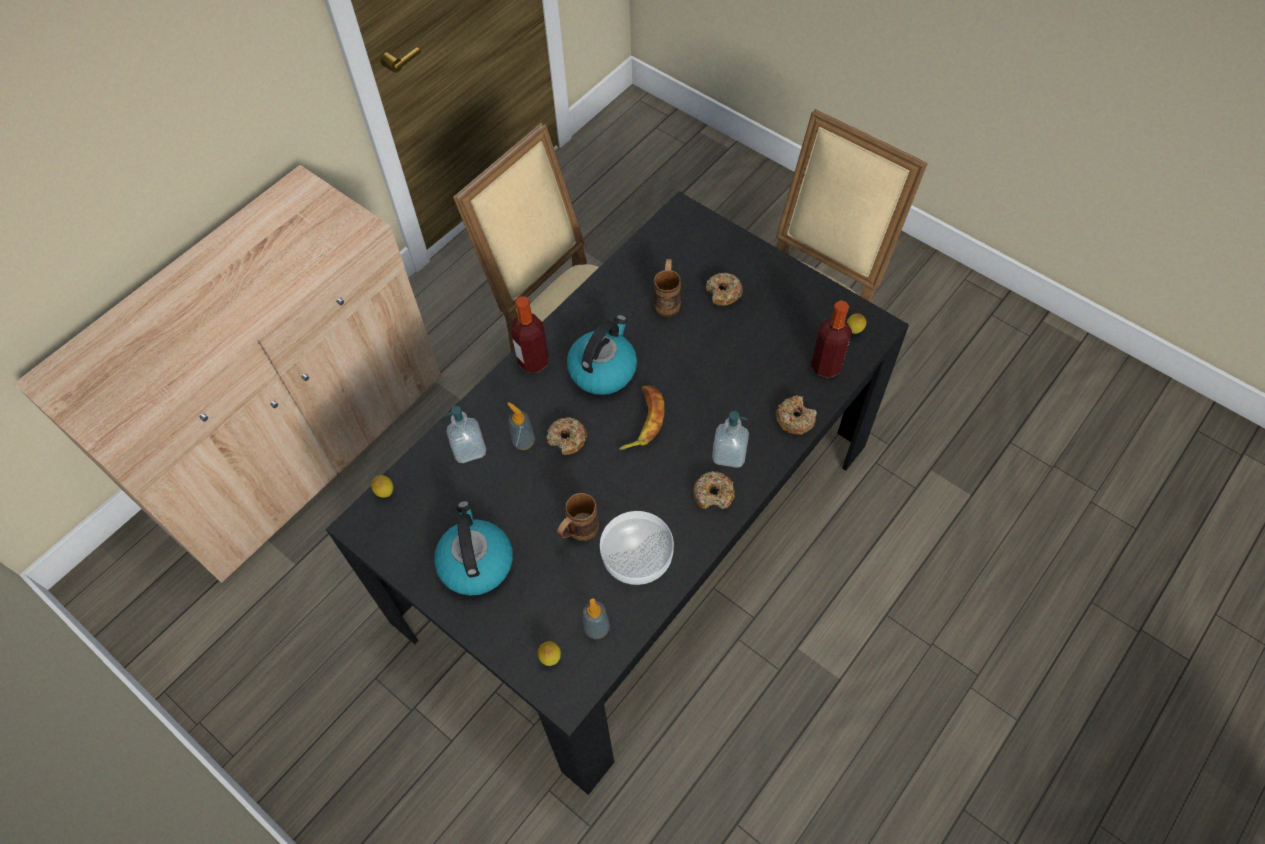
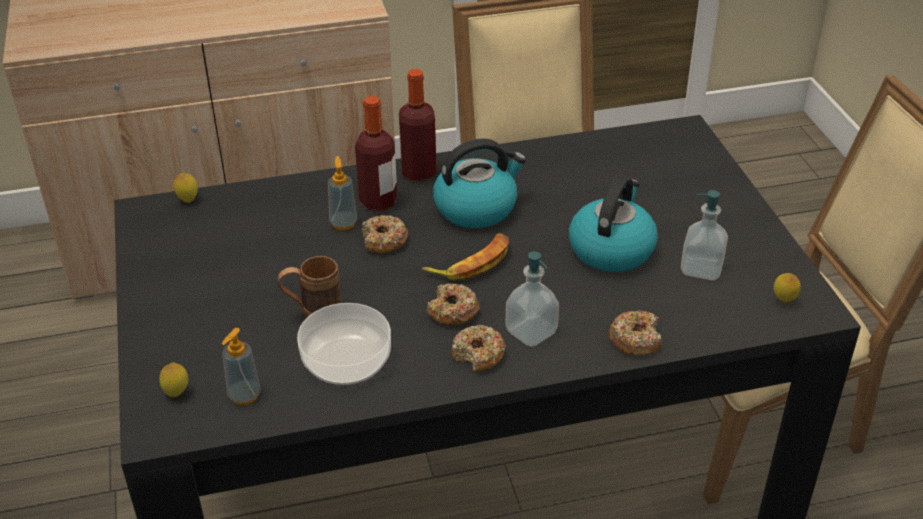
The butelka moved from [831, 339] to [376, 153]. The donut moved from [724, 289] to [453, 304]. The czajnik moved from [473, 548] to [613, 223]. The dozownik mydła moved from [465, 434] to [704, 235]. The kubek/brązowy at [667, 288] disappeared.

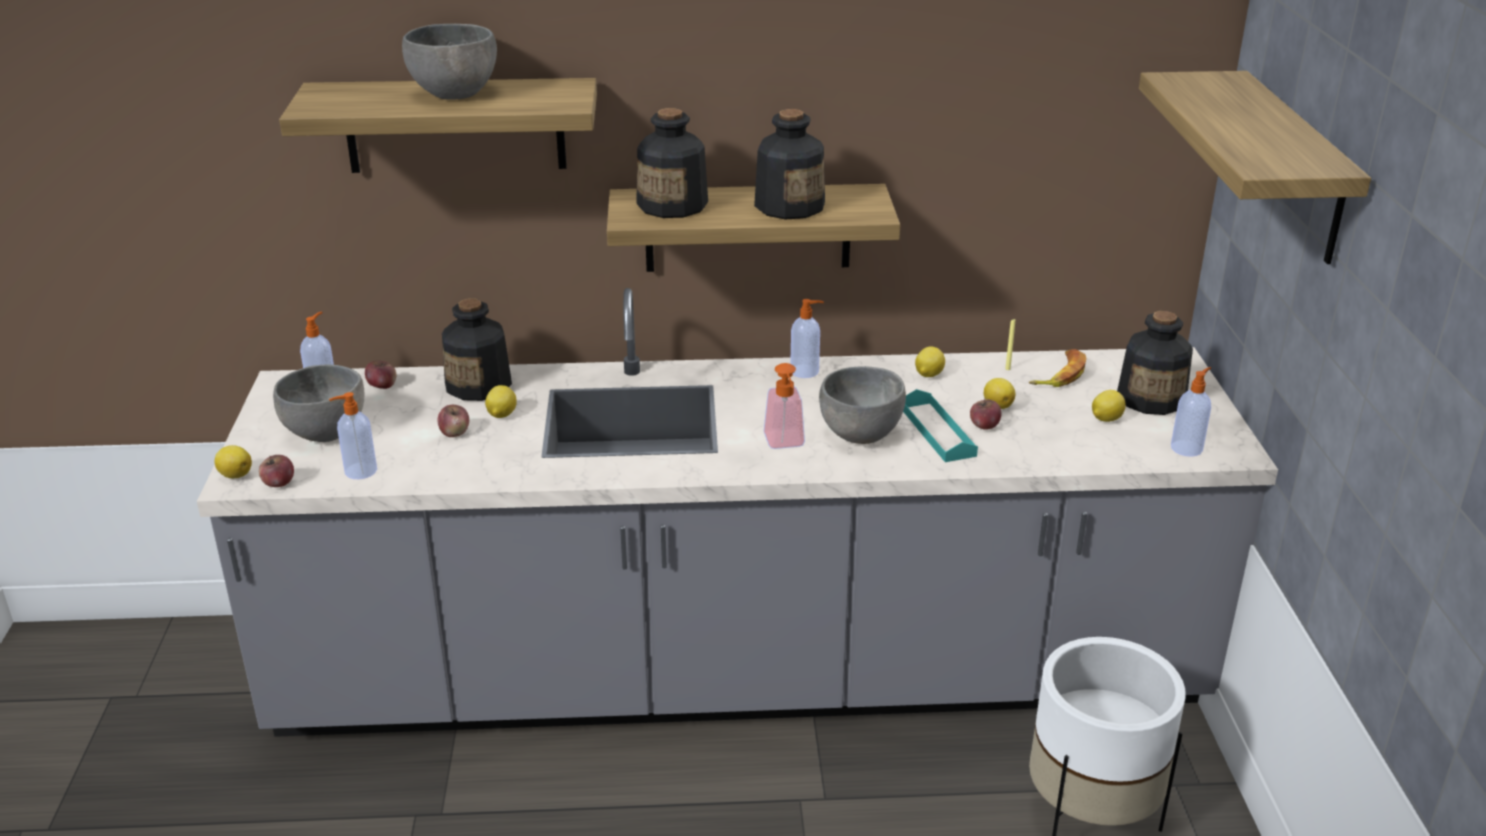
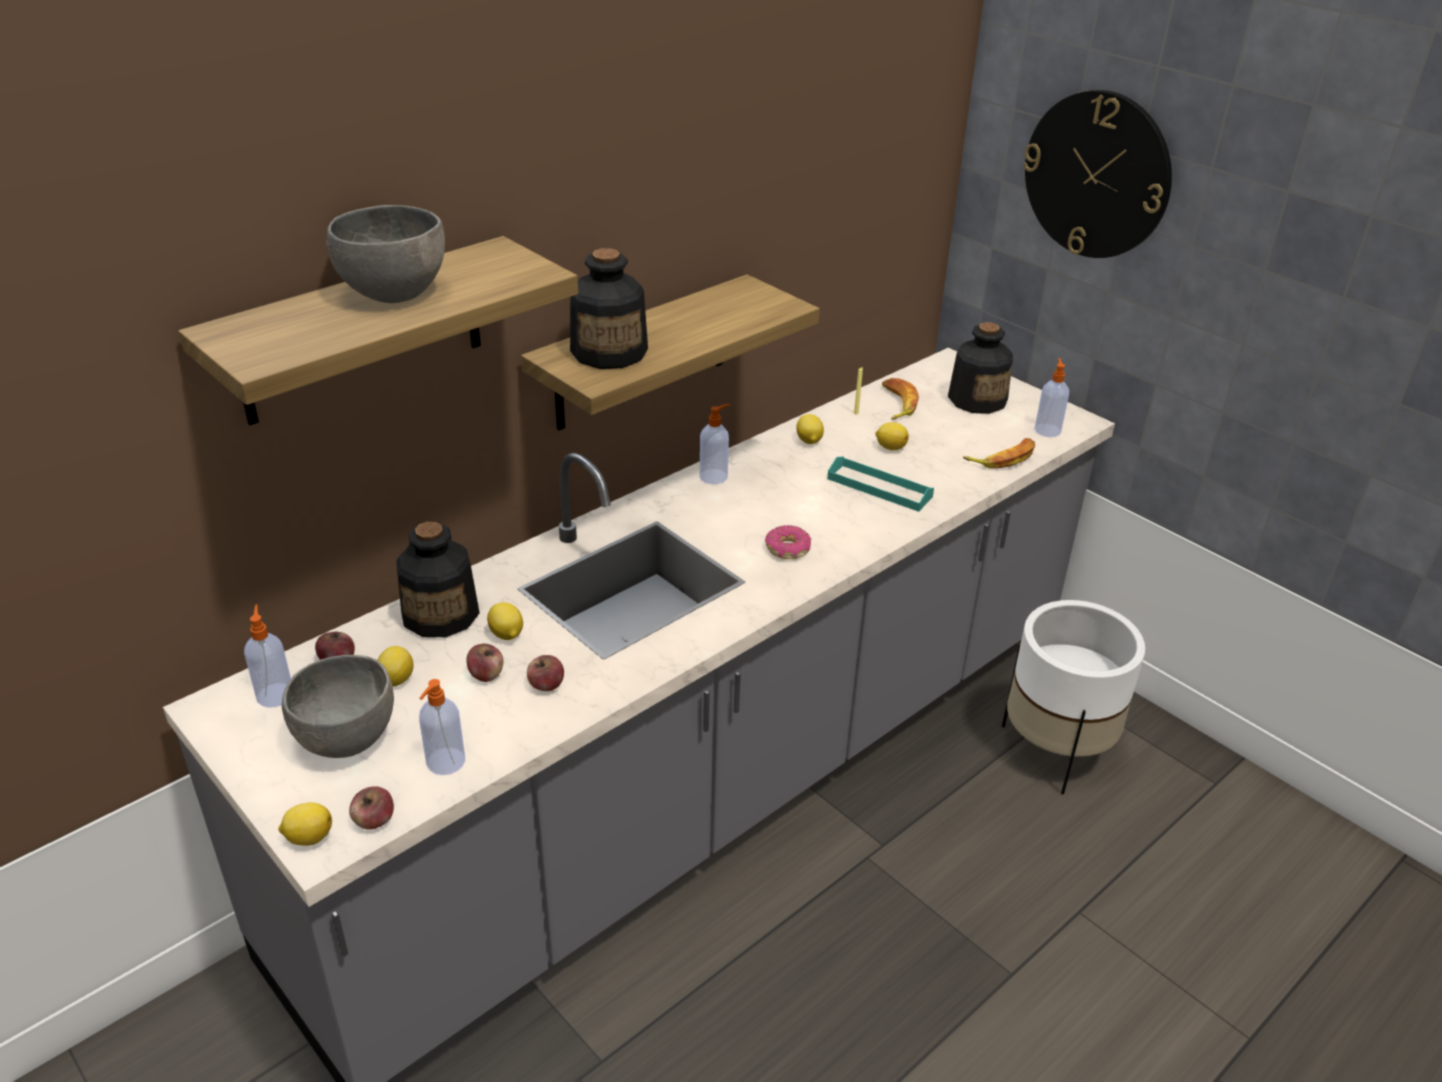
The cytryna moved from [1109, 406] to [395, 666]. The jabłko moved from [985, 414] to [545, 673]. The dozownik mydła at [784, 406] was replaced by the donut at [788, 542]. The banan at [999, 453] appeared. The półka at [1255, 167] was replaced by the zegar ścienny at [1097, 174]. The butelka at [789, 164] disappeared. The miska/szary at [862, 405] disappeared.

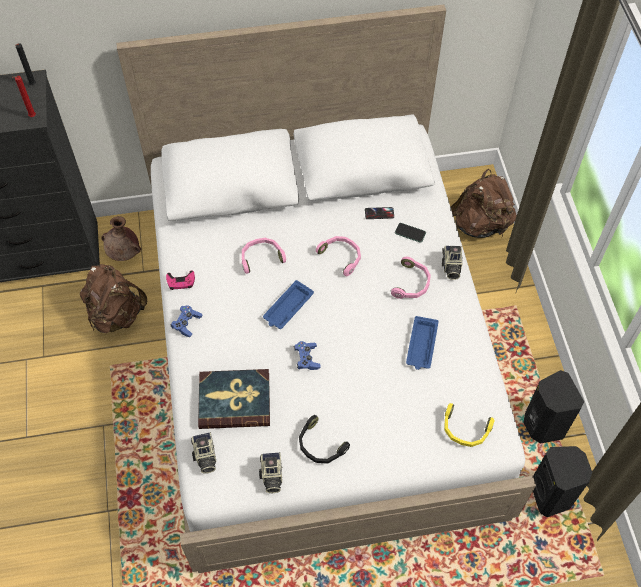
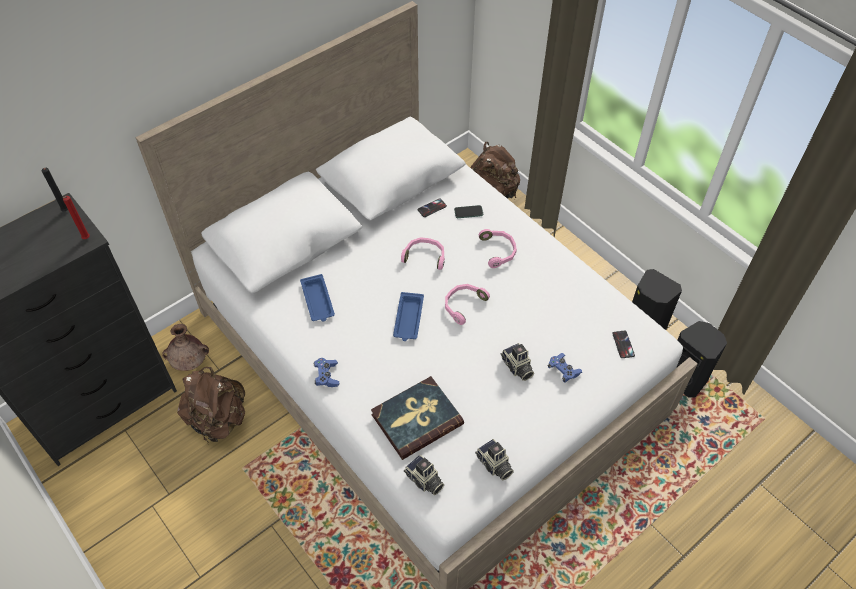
The taca/niebieski moved from [422, 343] to [317, 298]. The słuchawki/różowy moved from [264, 256] to [467, 304]. The aparat fotograficzny moved from [452, 263] to [517, 362]. The pad do gier/niebieski moved from [307, 355] to [565, 368]. The słuchawki/żółty at [470, 425] was replaced by the telefon at [623, 344]. The pad do gier/różowy at [180, 280] disappeared. The słuchawki/czarny at [324, 439] disappeared.

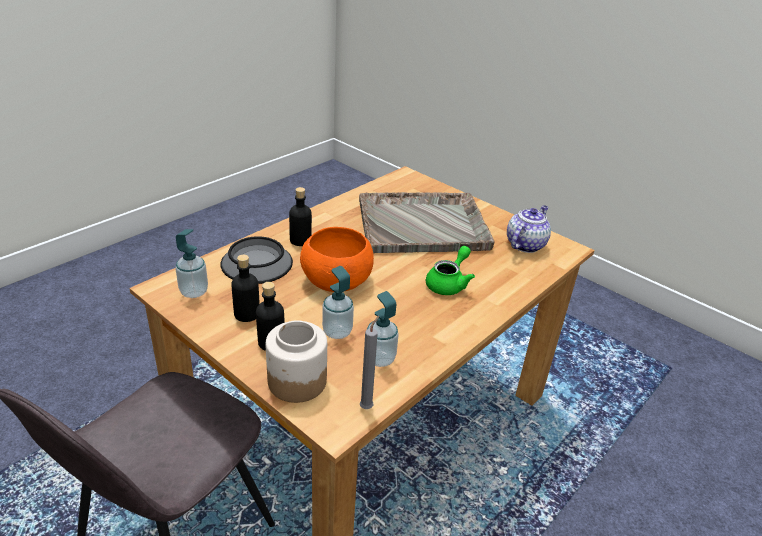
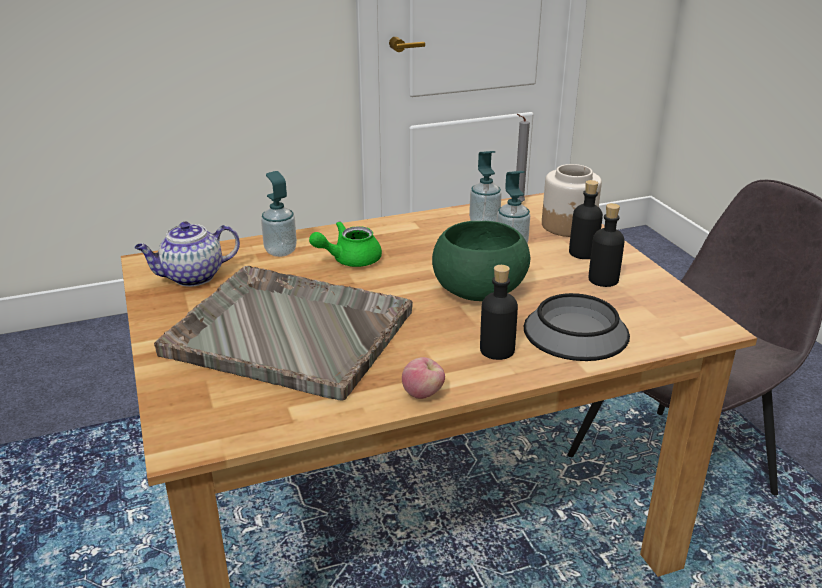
The dozownik mydła moved from [191, 263] to [279, 214]. The jabłko at [423, 378] appeared. The miska/pomarańczowy at [337, 259] became the miska/zielony at [481, 261].

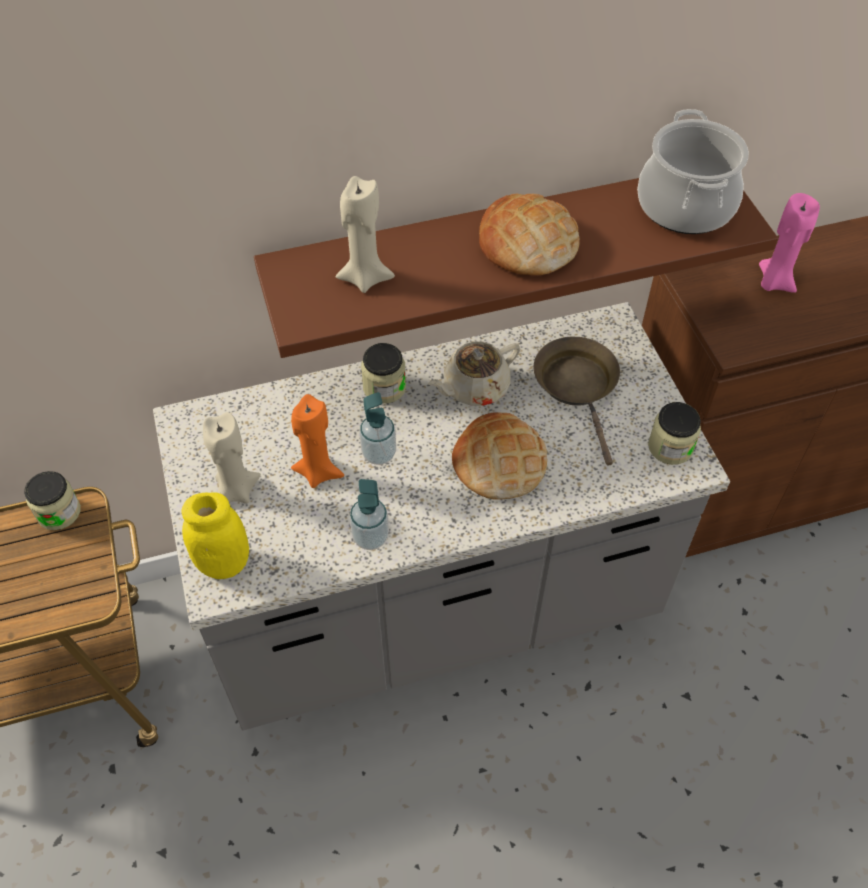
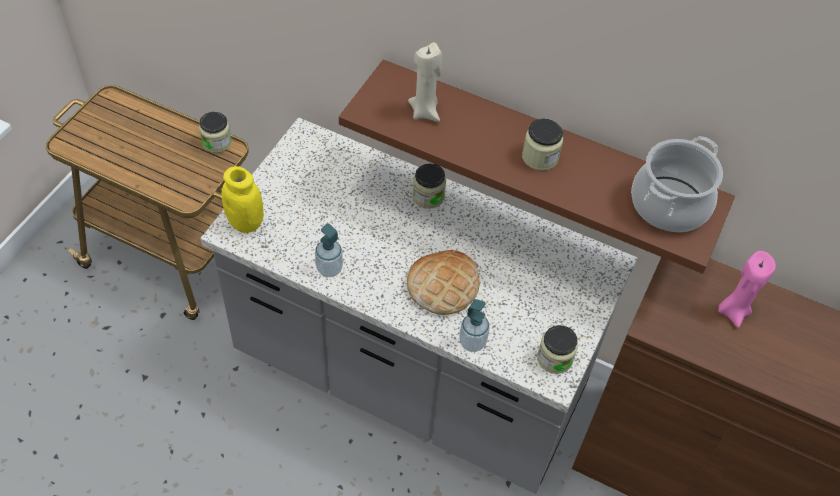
The dozownik mydła moved from [378, 428] to [474, 325]. The chleb at [529, 234] was replaced by the słoik at [542, 144]. The świeca/beżowy at [232, 458] disappeared. The świeca/pomarańczowy at [317, 441] disappeared. The imbryk/beżowy at [474, 373] disappeared. The patelnia/brązowy at [576, 401] disappeared.

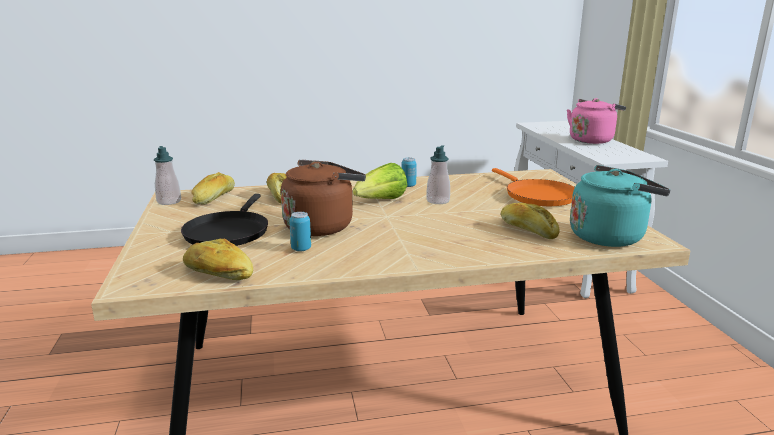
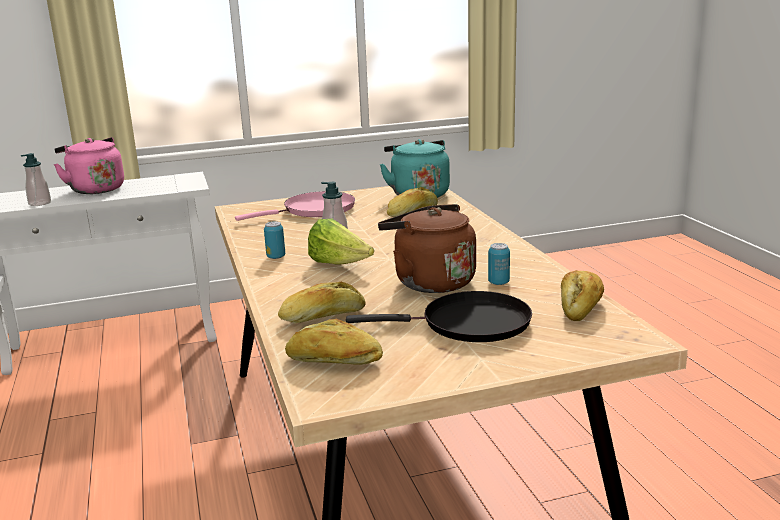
The dozownik mydła moved from [167, 175] to [35, 179]. The patelnia/pomarańczowy at [533, 187] became the patelnia/różowy at [295, 206].

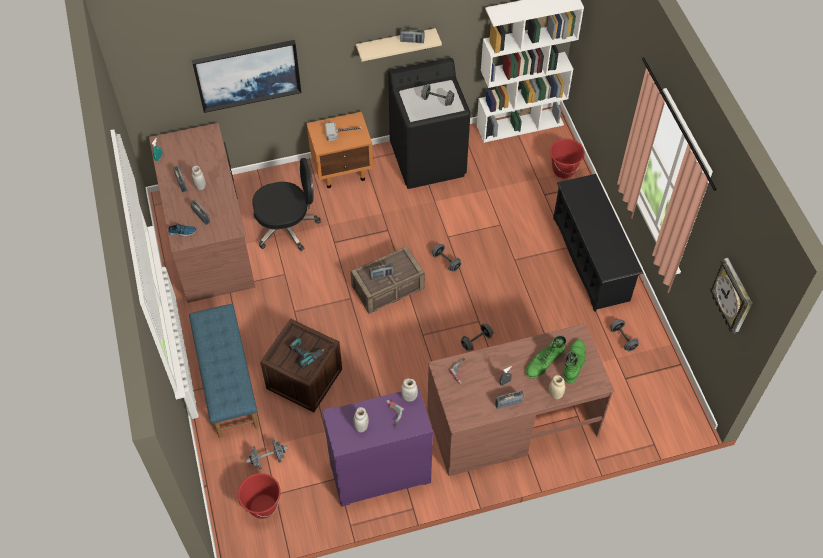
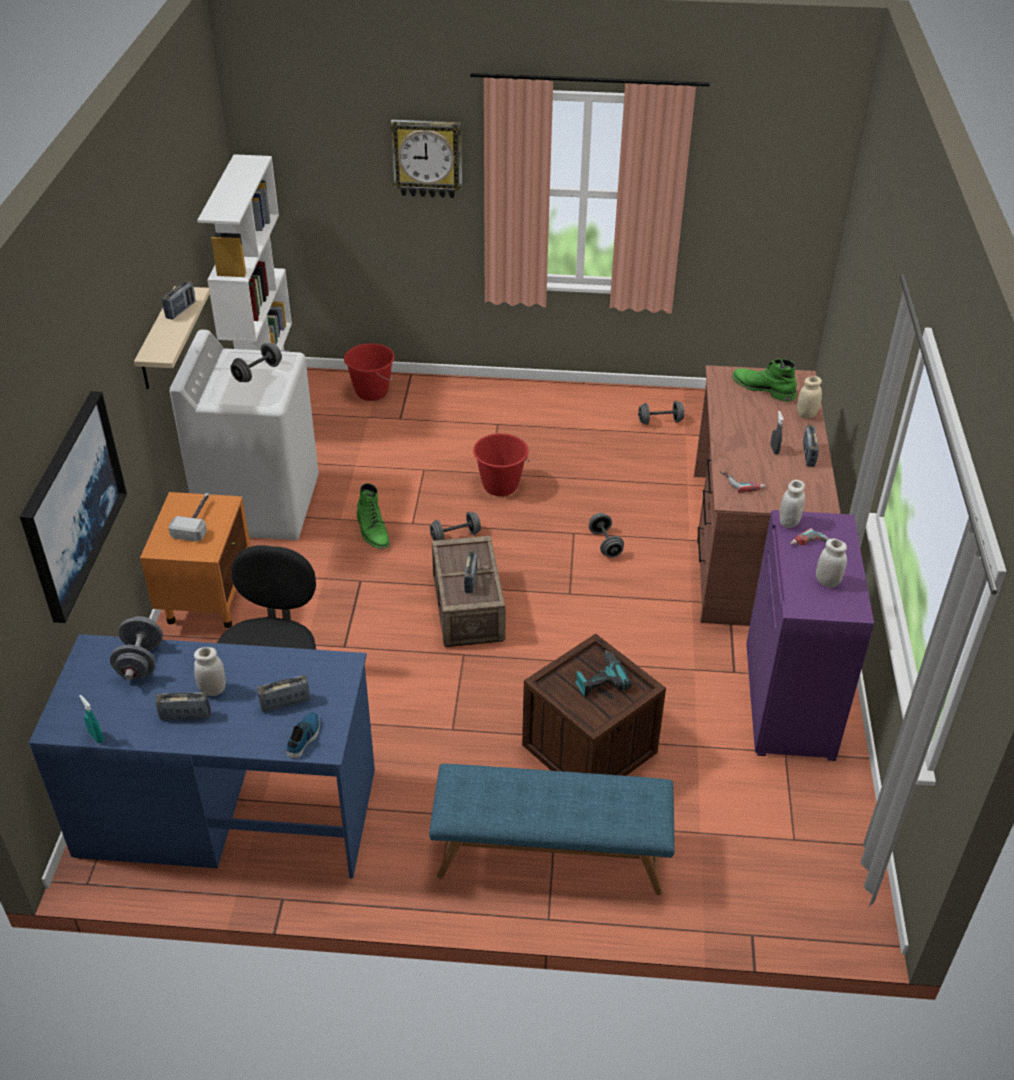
The biurko/brązowy at [202, 213] became the biurko/niebieski at [202, 756]. The hantel/szary moved from [267, 454] to [136, 648]. The pralka/czarny at [429, 123] became the pralka/biały at [244, 435]. The but z cholewką/zielony moved from [545, 357] to [373, 516]. The zegar ścienny moved from [730, 295] to [426, 158]. The wiadro/czerwony moved from [259, 496] to [501, 464]. The regał na buty/czarny at [598, 243] disappeared.

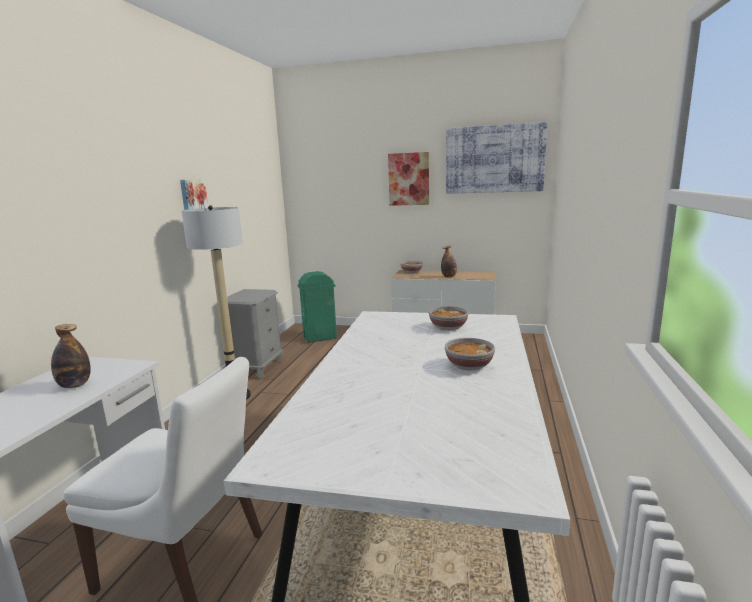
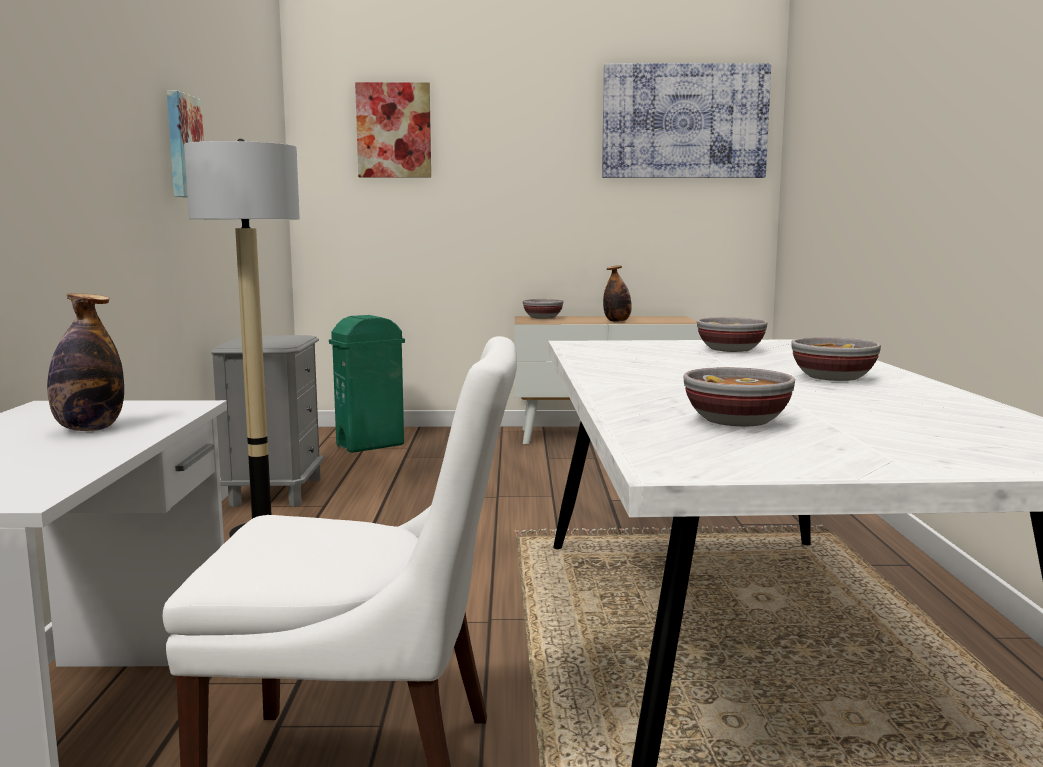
The obraz moved from [408, 179] to [393, 129]. The miska at [739, 396] appeared.

